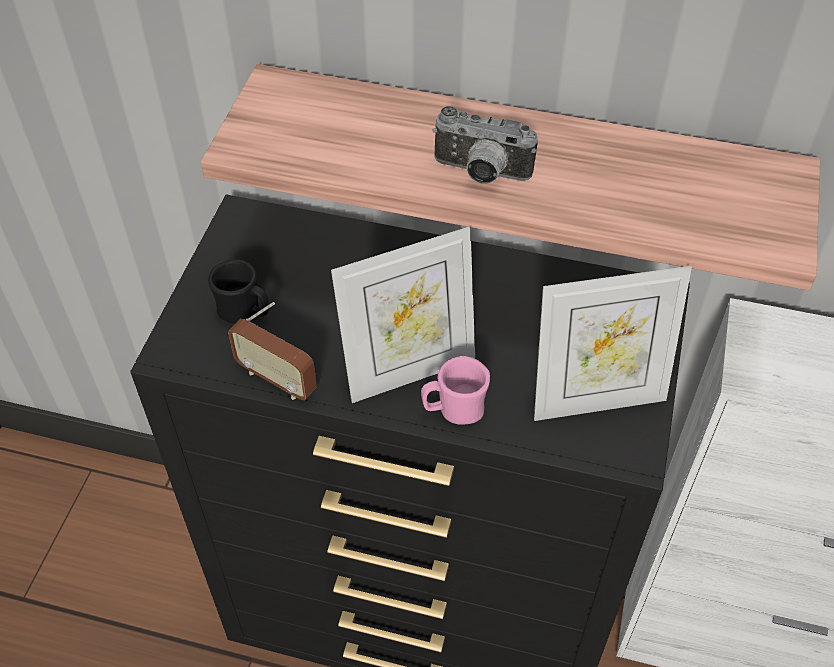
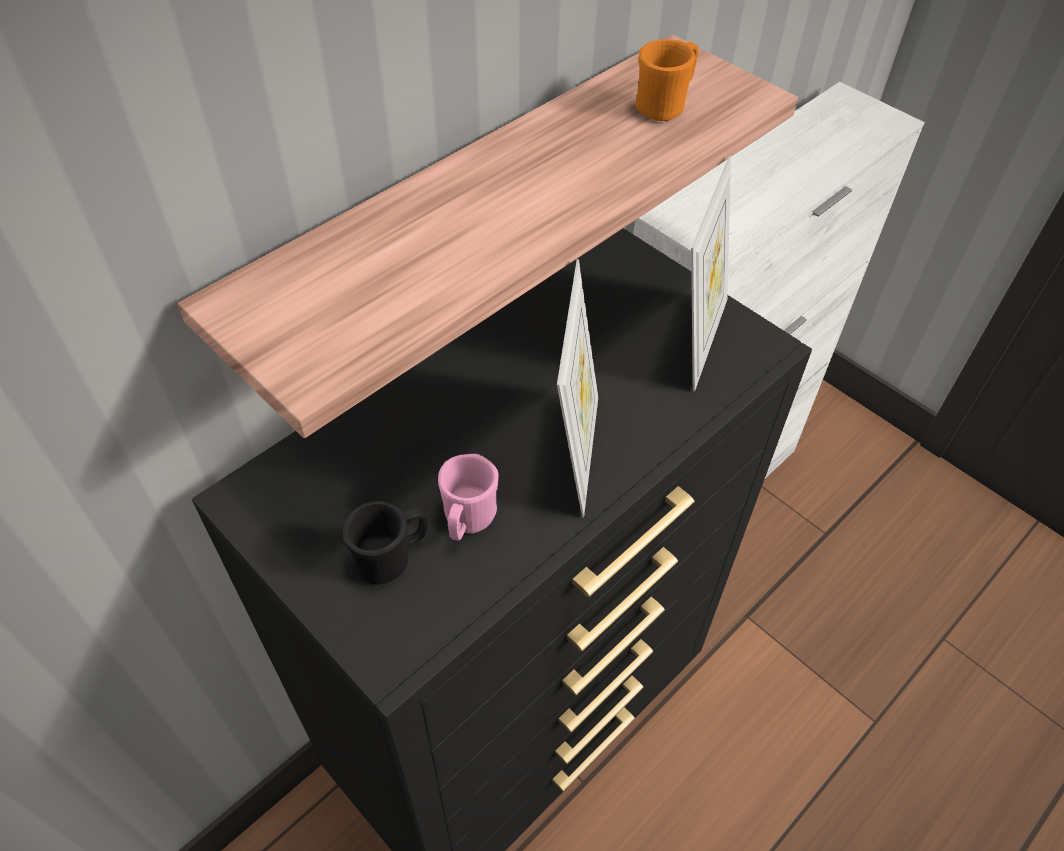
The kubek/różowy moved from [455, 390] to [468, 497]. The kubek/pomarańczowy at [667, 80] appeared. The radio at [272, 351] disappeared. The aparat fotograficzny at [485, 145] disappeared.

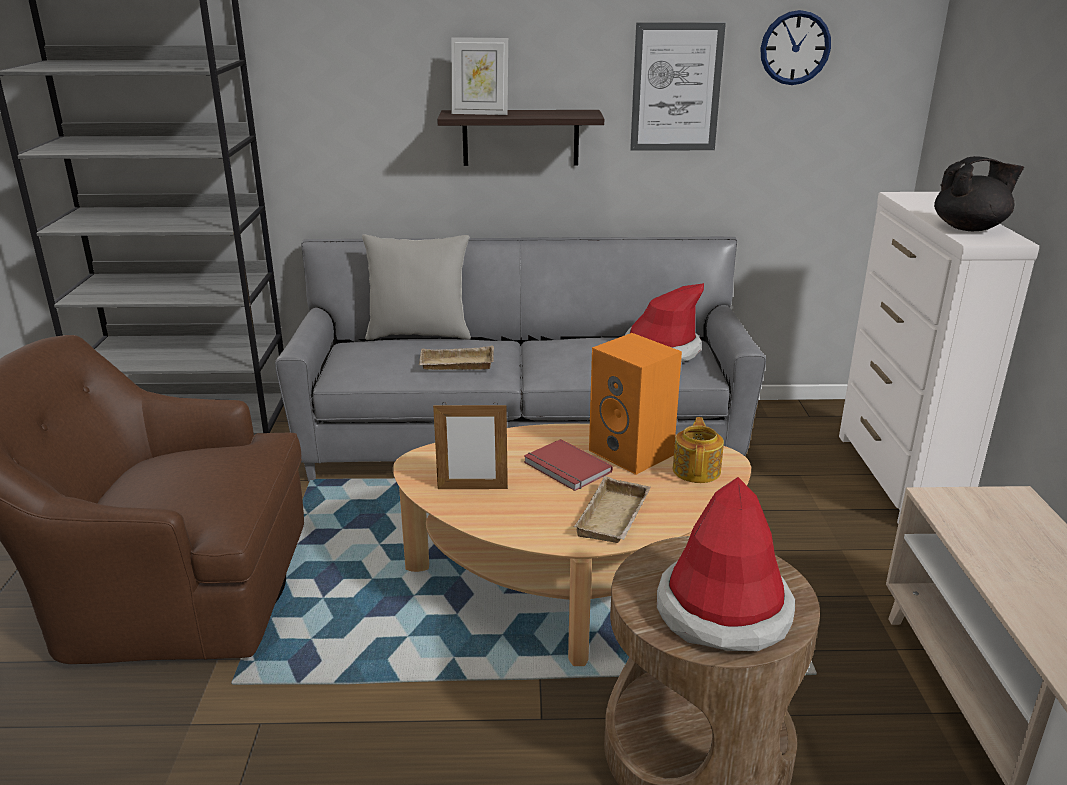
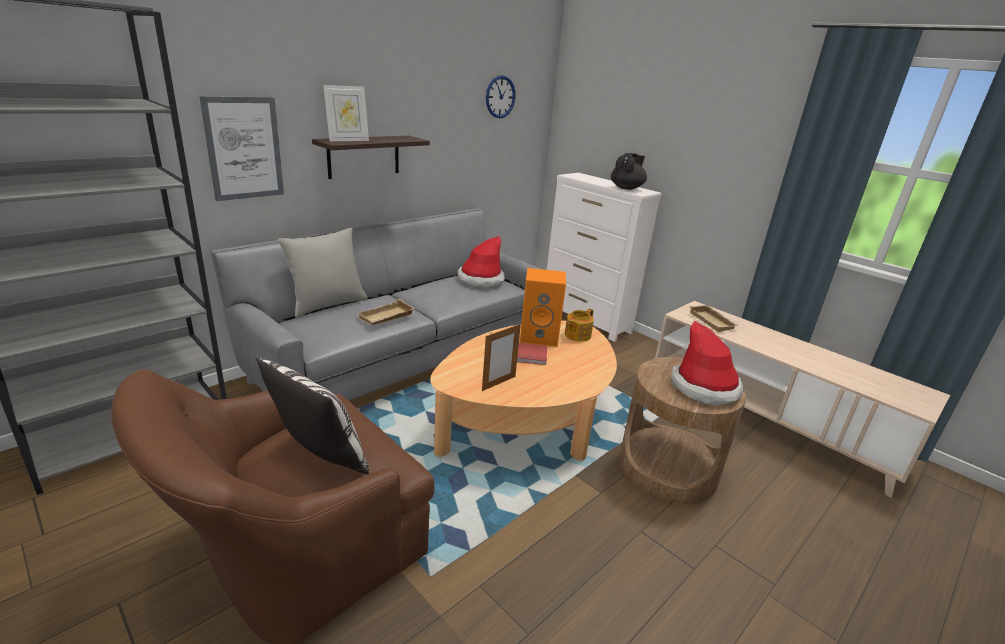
The obraz moved from [678, 86] to [241, 148]. The poduszka at [313, 415] appeared. The imbryk at [698, 450] turned 105 degrees counterclockwise. The taca/beżowy moved from [612, 509] to [714, 318].

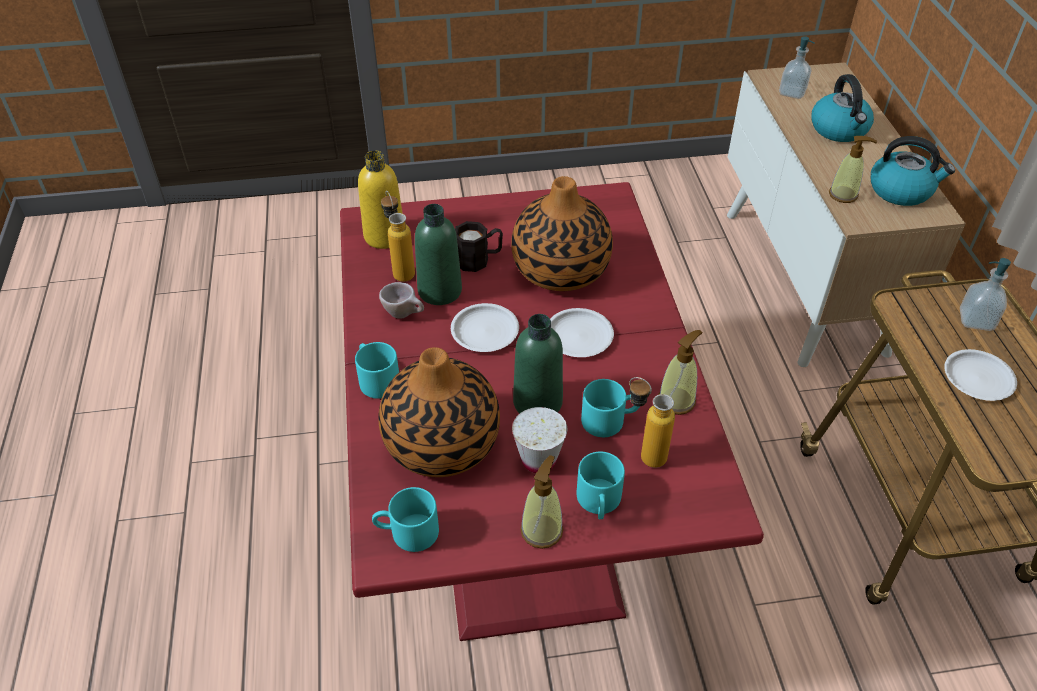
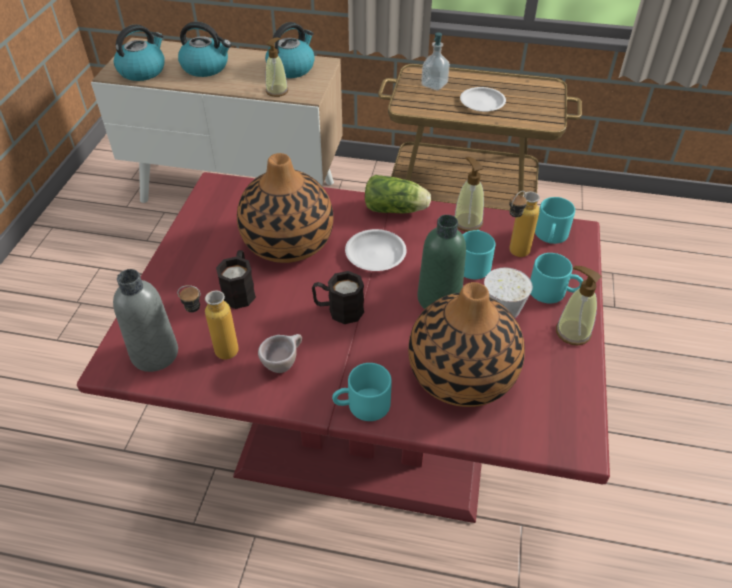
The butelka/żółty at [380, 199] became the butelka/szary at [145, 320]. The dozownik mydła at [797, 67] was replaced by the czajnik at [139, 52]. The talerz/biały at [485, 327] was replaced by the kubek/czarny at [338, 297]. The sałata at [398, 194] appeared. The kubek/turkusowy moved from [405, 519] to [555, 220]. The butelka/zielony at [438, 254] disappeared.

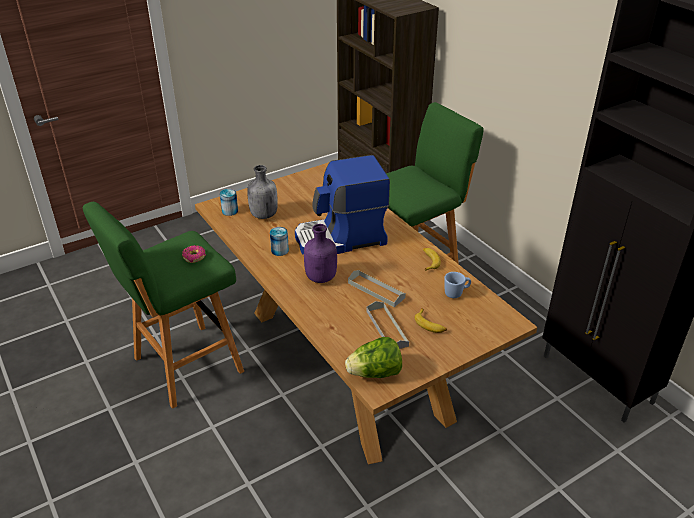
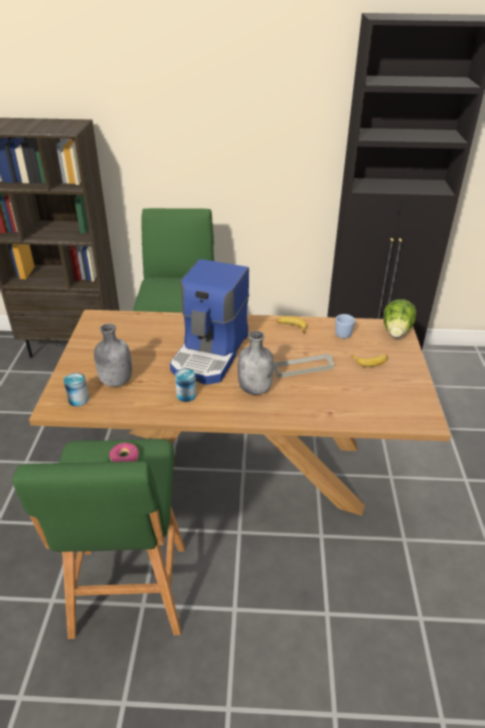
The butelka/fioletowy at [320, 253] became the butelka/szary at [256, 363]. The sałata moved from [373, 357] to [399, 318]. The taca/szary at [387, 325] disappeared.

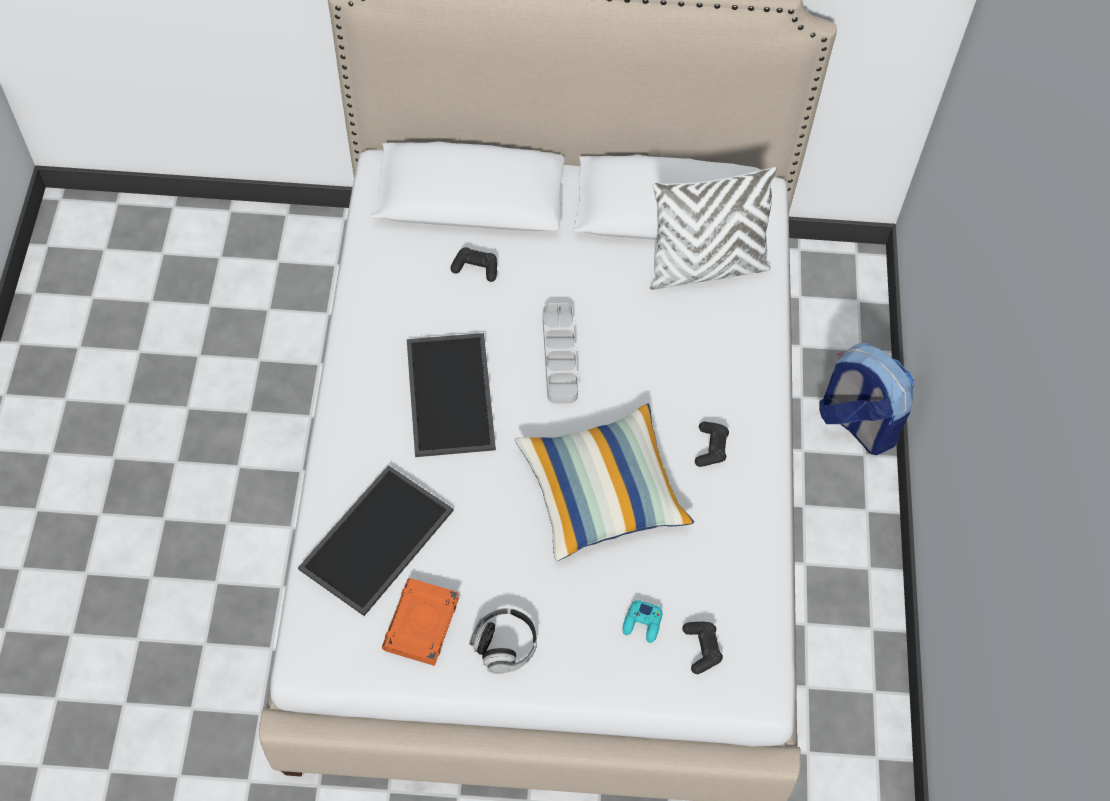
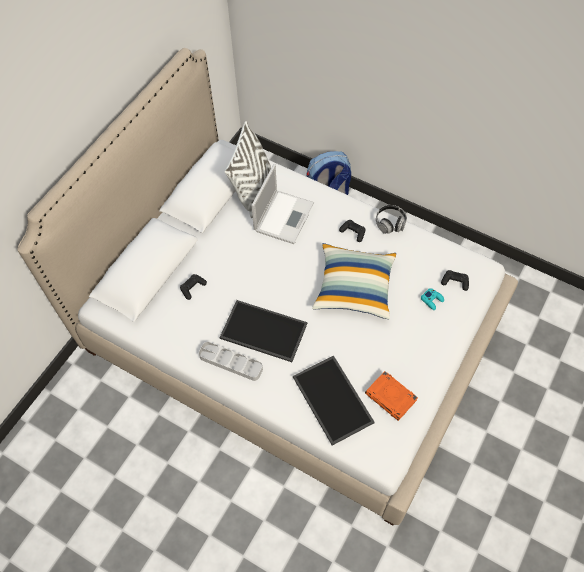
The taca/szary moved from [560, 353] to [231, 361]. The laptop at [282, 204] appeared. The słuchawki moved from [503, 641] to [391, 219].

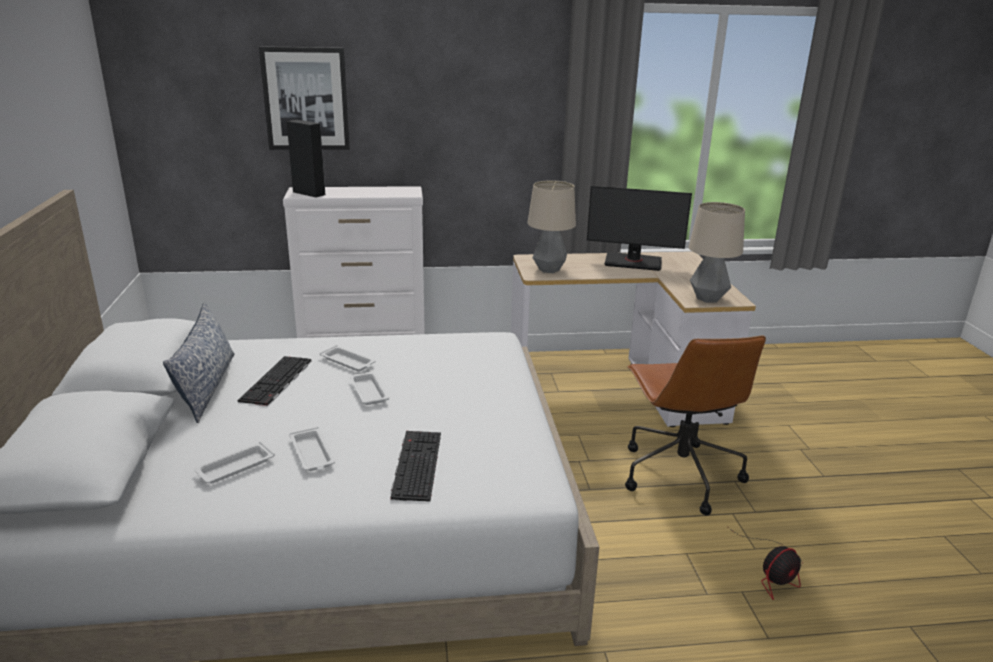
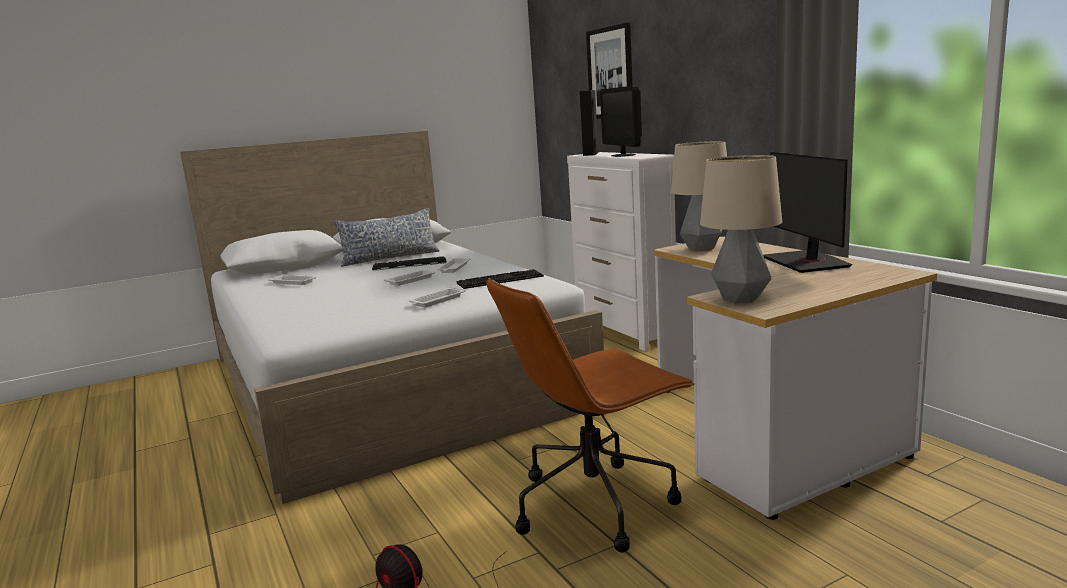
The taca/biały moved from [312, 449] to [437, 297]. The klawiatura moved from [415, 466] to [500, 279]. The monitor at [621, 121] appeared.

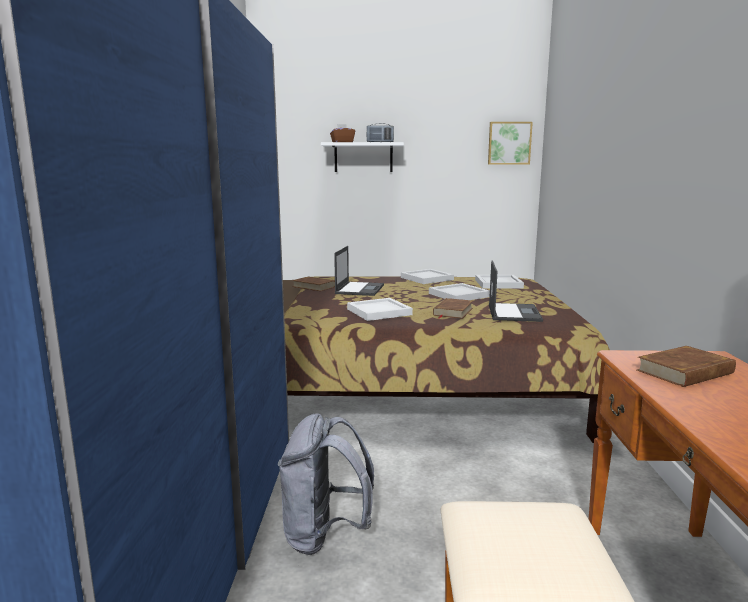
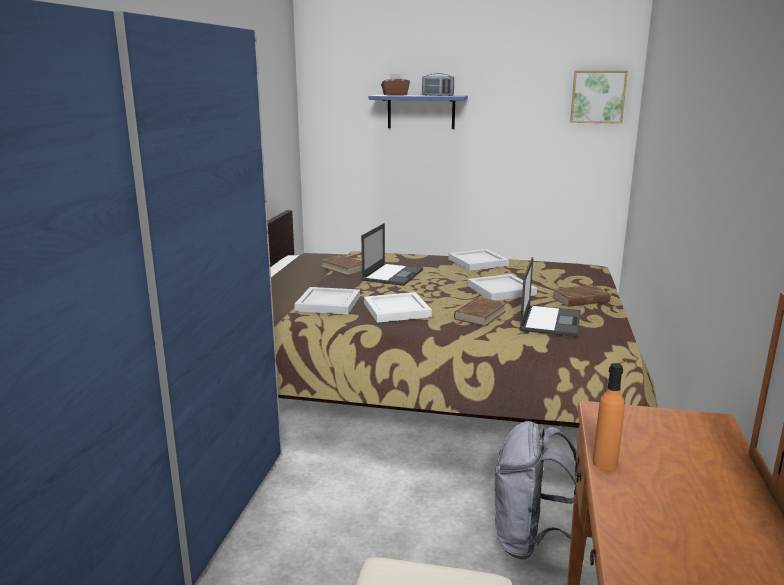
The taca/biały moved from [499, 281] to [327, 300]. The półka/biały at [362, 157] became the półka/niebieski at [418, 112]. The plecak/szary moved from [326, 484] to [540, 490]. The książka/brązowy moved from [686, 366] to [581, 296]. The butelka/pomarańczowy at [608, 416] appeared.

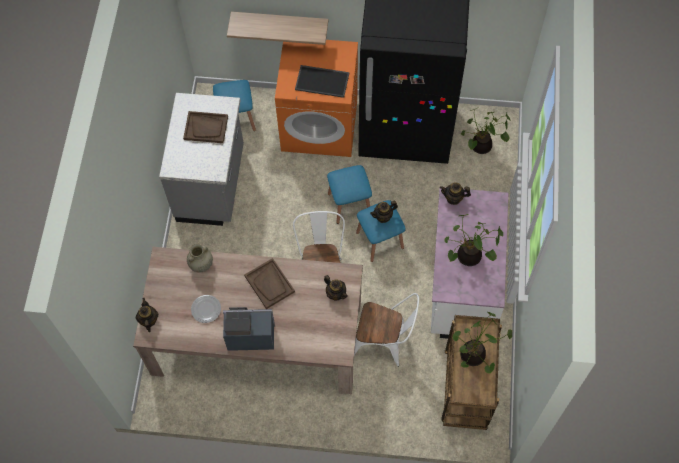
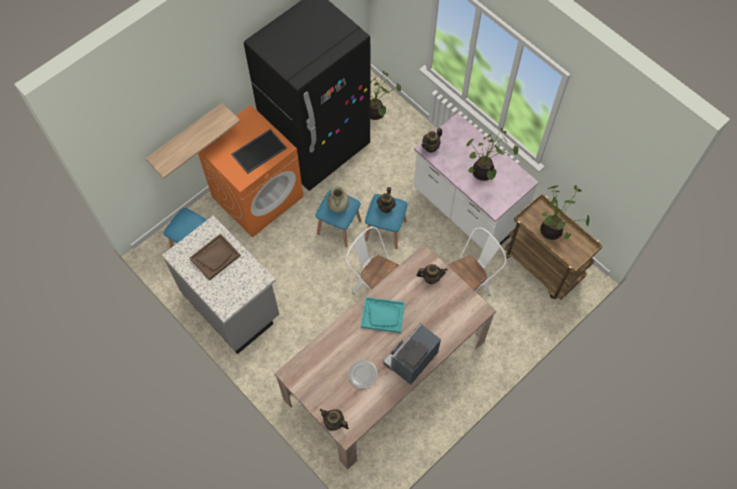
The wazon/beżowy moved from [200, 258] to [338, 199]. The taca/brązowy at [269, 283] became the taca/turkusowy at [383, 315].

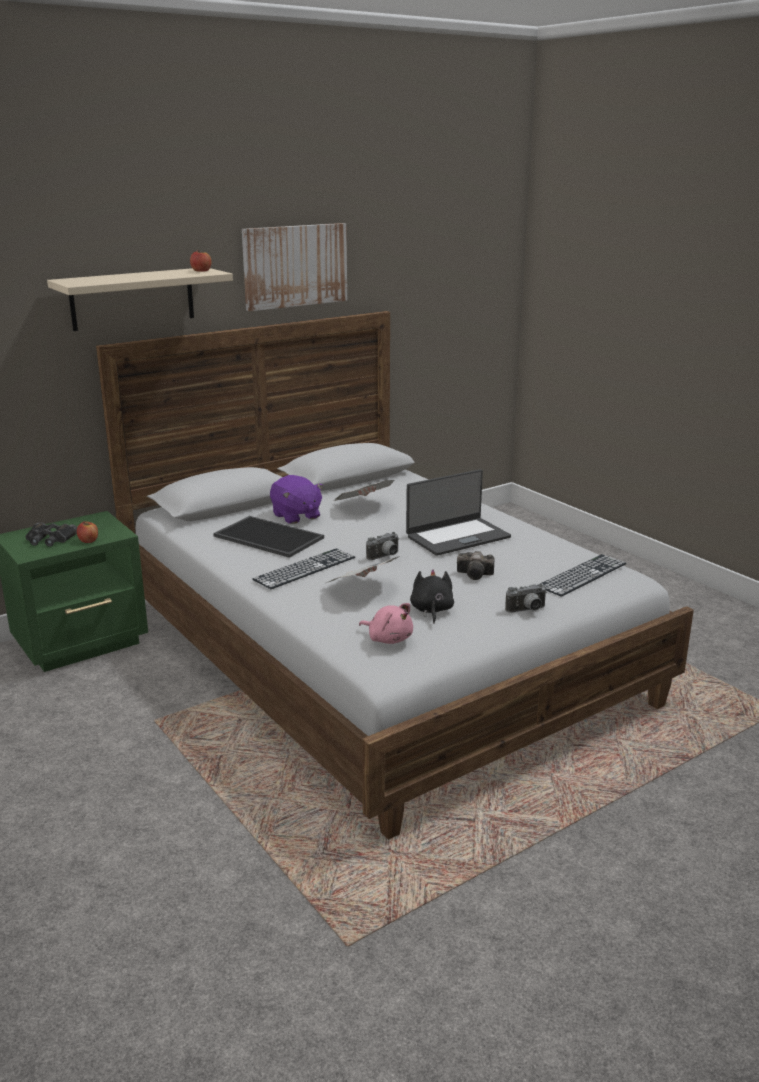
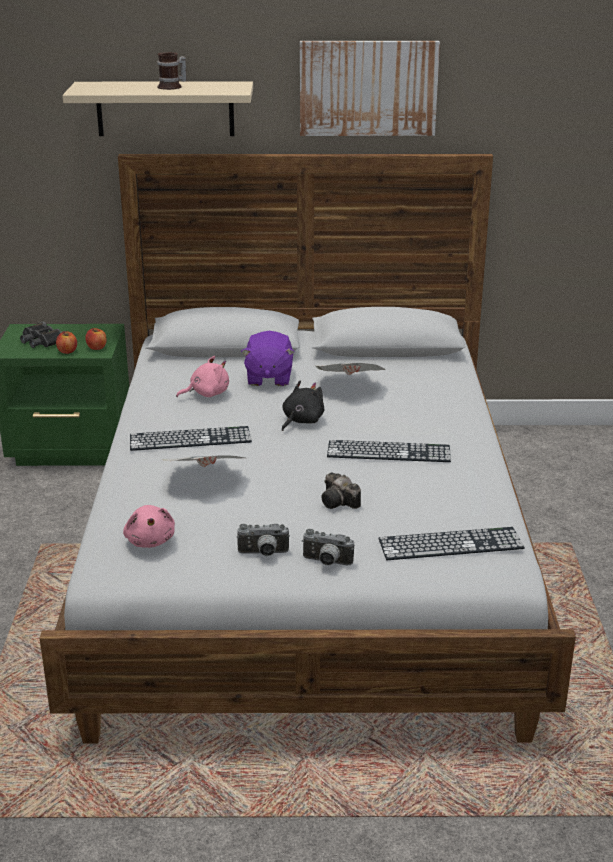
The jabłko moved from [200, 261] to [95, 339]. The kubek at [172, 71] appeared. The taca at [268, 537] was replaced by the pluszak/różowy at [202, 376]. The aparat fotograficzny moved from [382, 546] to [263, 540]. The pluszak/czarny moved from [432, 596] to [303, 406]. The laptop at [458, 512] was replaced by the klawiatura at [389, 451].

